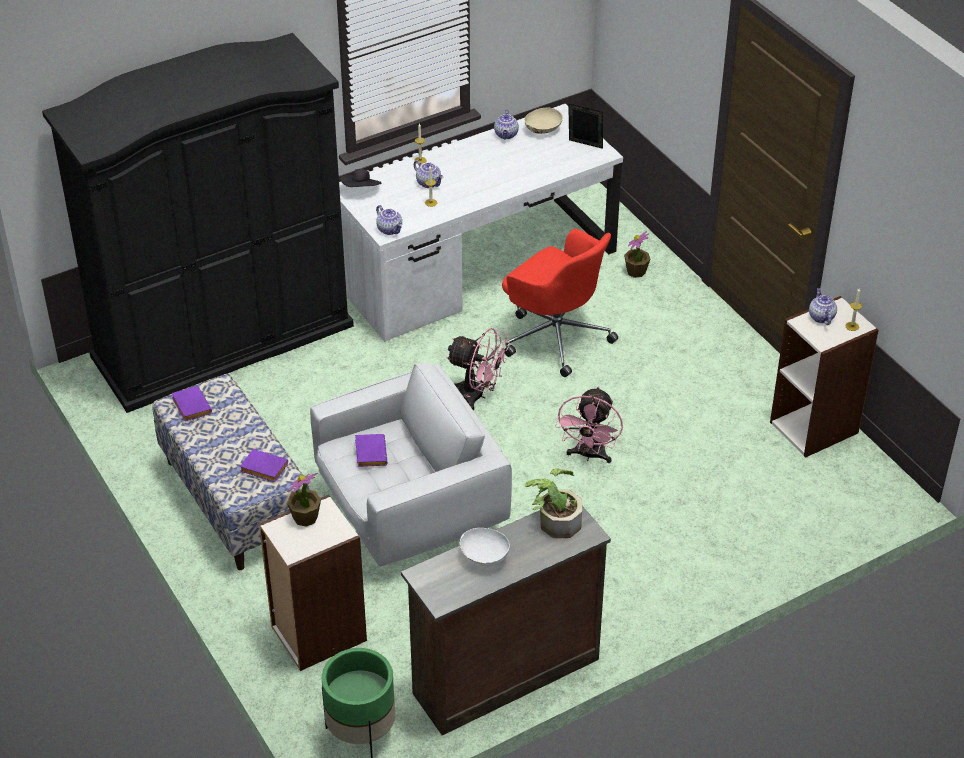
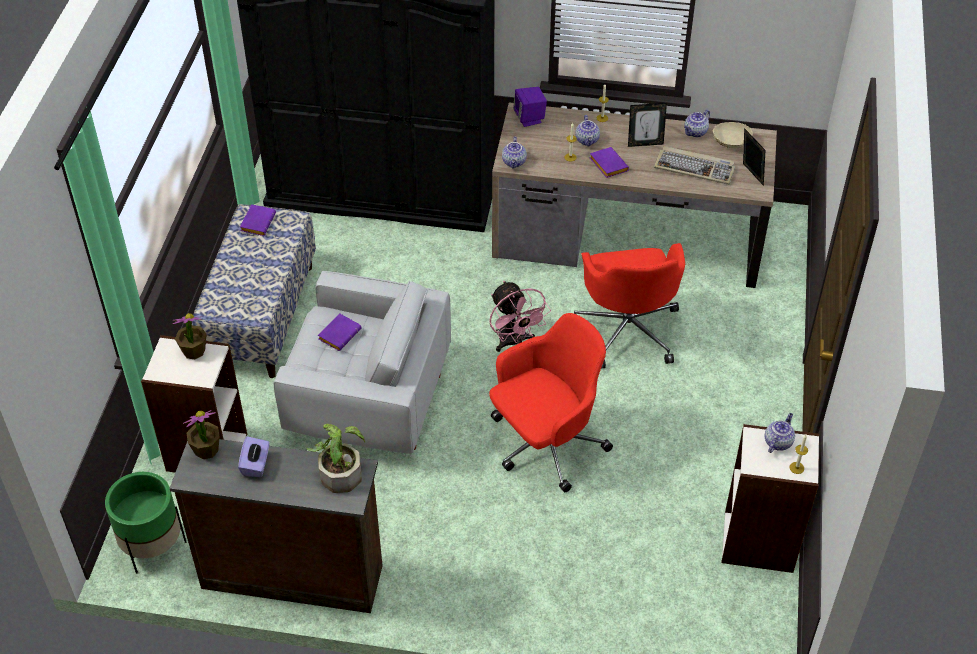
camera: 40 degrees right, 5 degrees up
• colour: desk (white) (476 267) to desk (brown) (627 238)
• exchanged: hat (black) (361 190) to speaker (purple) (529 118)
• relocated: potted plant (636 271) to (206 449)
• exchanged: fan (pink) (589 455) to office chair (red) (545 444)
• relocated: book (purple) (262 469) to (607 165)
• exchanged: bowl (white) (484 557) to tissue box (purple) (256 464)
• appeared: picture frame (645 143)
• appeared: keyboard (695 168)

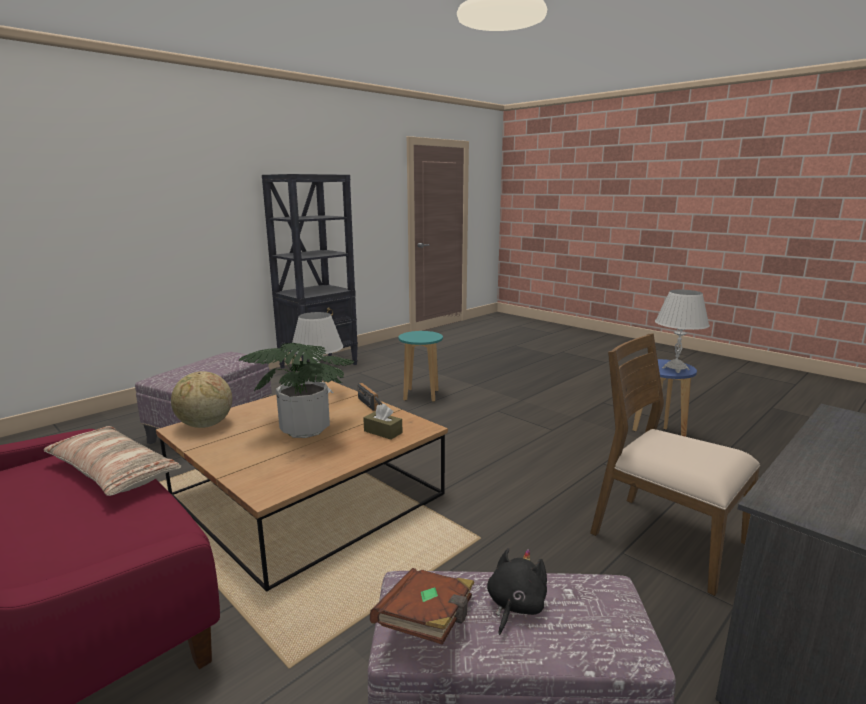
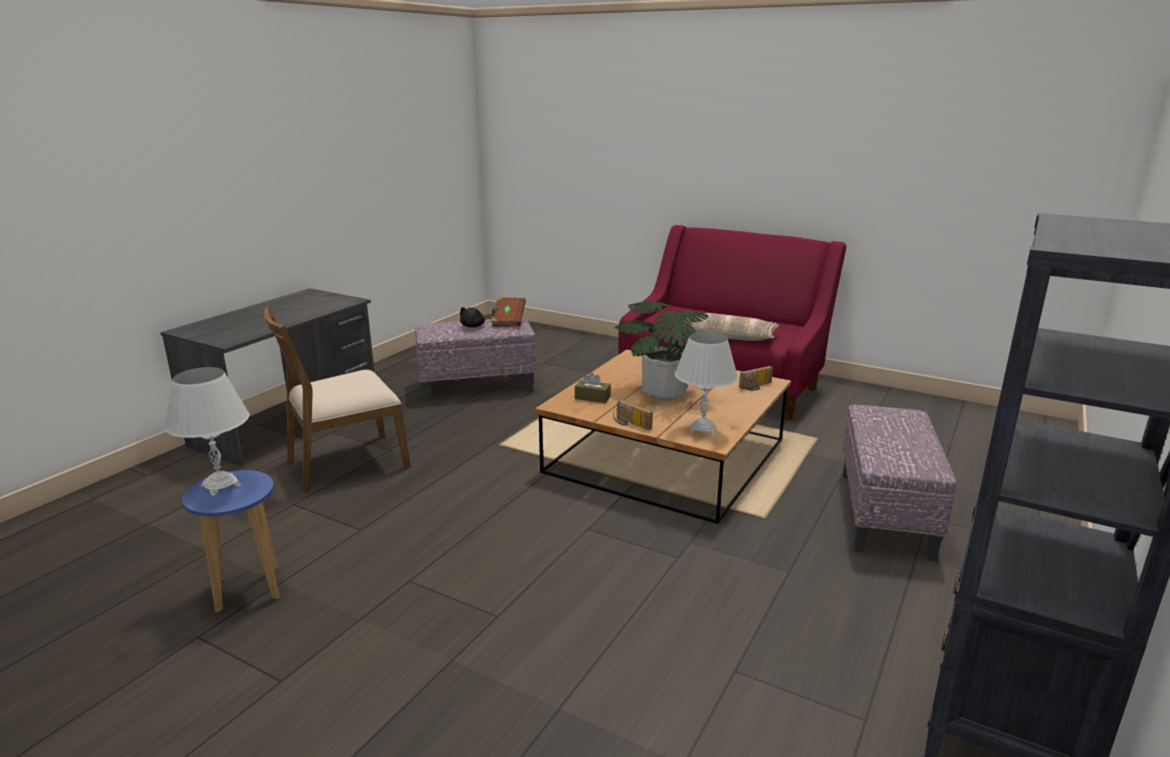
camera: 165 degrees right, 5 degrees up
• missing: stool (turquoise) (421 395)
• spun: chair (brown) (666 538) = (346 462) 120 degrees clockwise
• exchanged: globe (205 425) to radio (756 386)

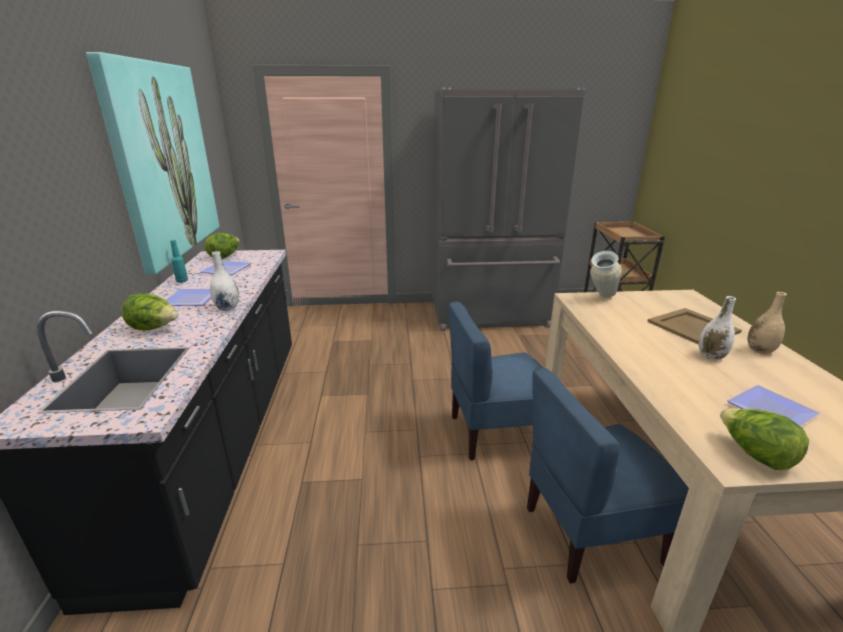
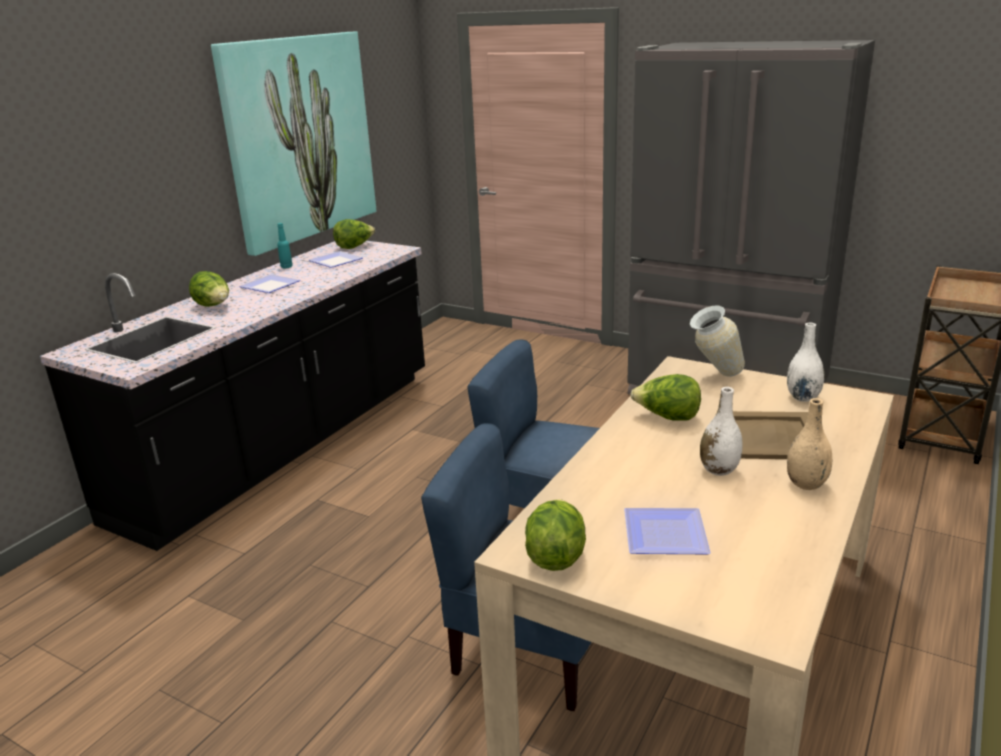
camera: 35 degrees right, 0 degrees up
• relocated: vase (white) (227 308) to (803 397)
• appeared: lettuce (667 417)

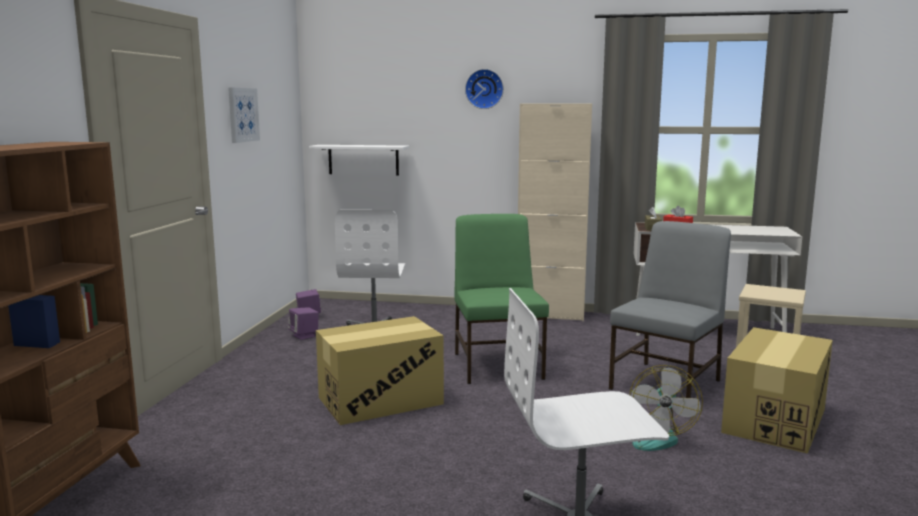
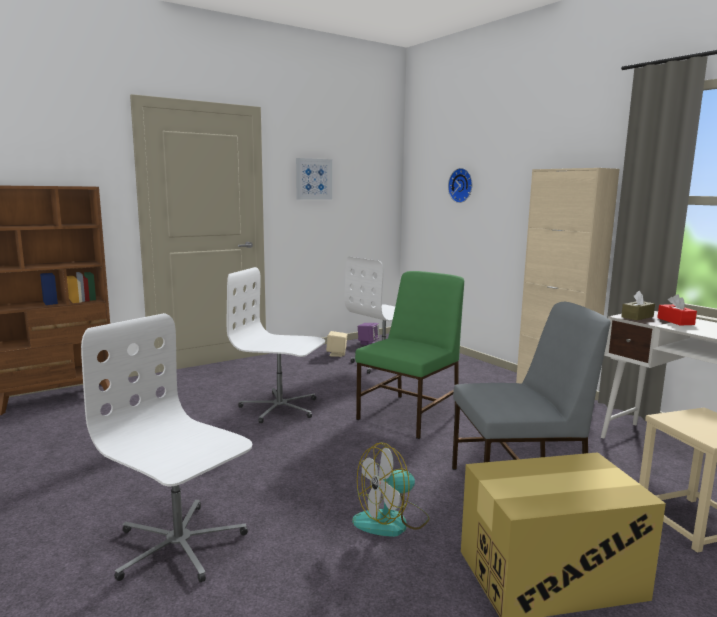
camera: 45 degrees right, 0 degrees up
• relocated: wall clock (484 89) to (462 185)
• missing: shelf (white) (363 160)
• colour: speaker (purple) (304 336) to speaker (beige) (337 354)
• exchanged: cardboard box (380 400) to office chair (white) (280 408)

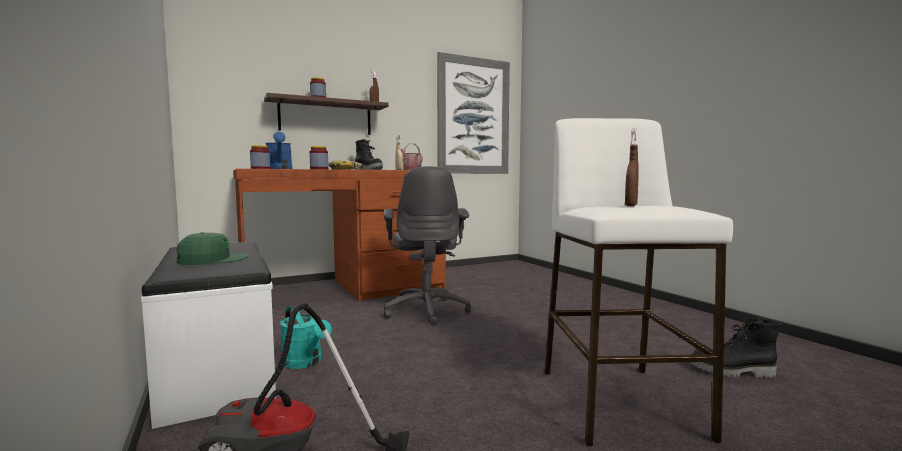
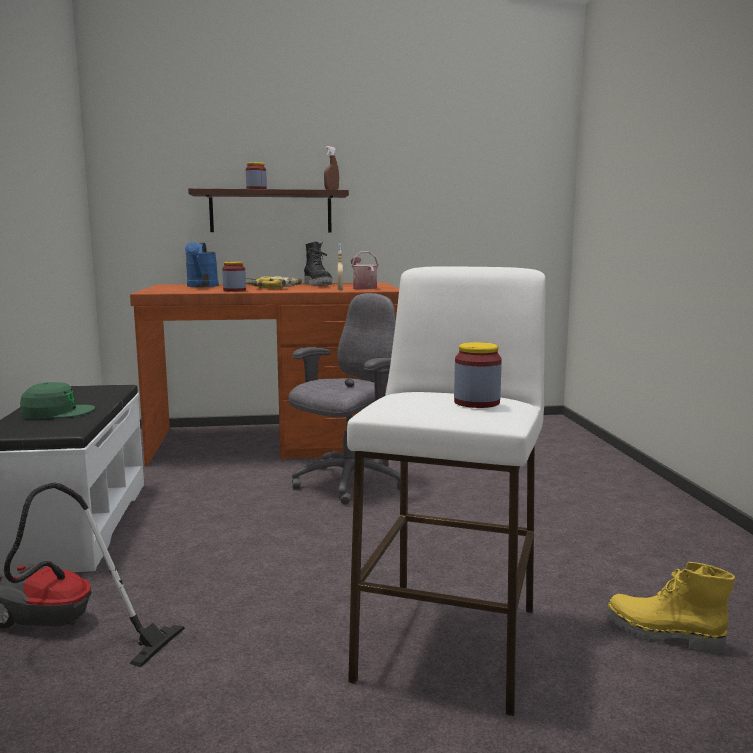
camera: 20 degrees right, 5 degrees up
• missing: picture (474 116)
• missing: spray bottle (brown) (631 205)
• relocated: jar (260 169) to (476 402)
• spun: office chair (grey) (427 310) = (348 483) 150 degrees counterclockwise
• missing: watering can (turquoise) (305 363)
• colour: boot (black) (732 372) to boot (yellow) (662 635)

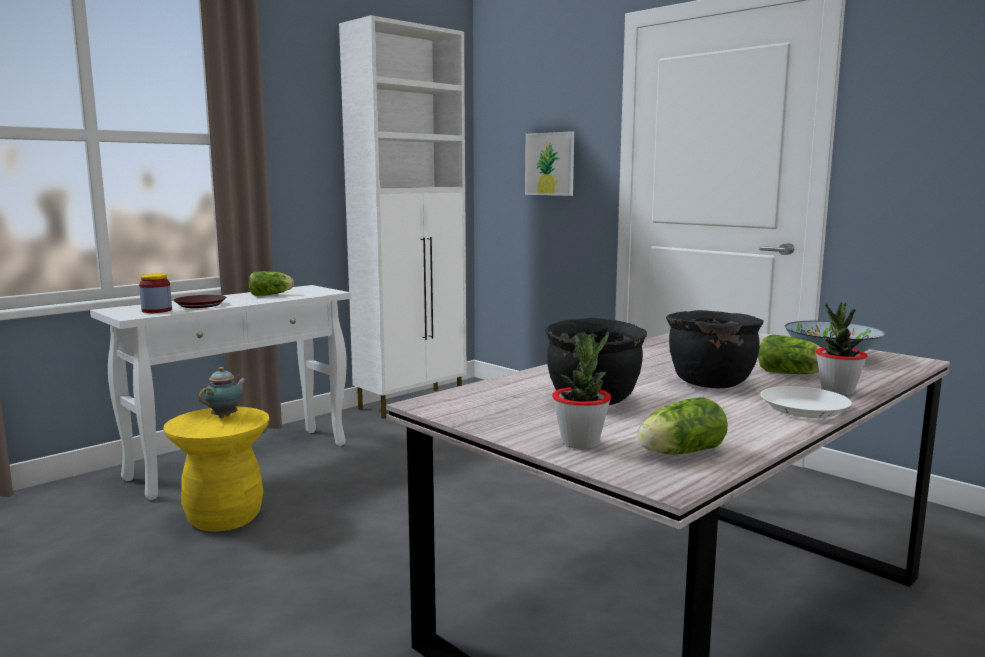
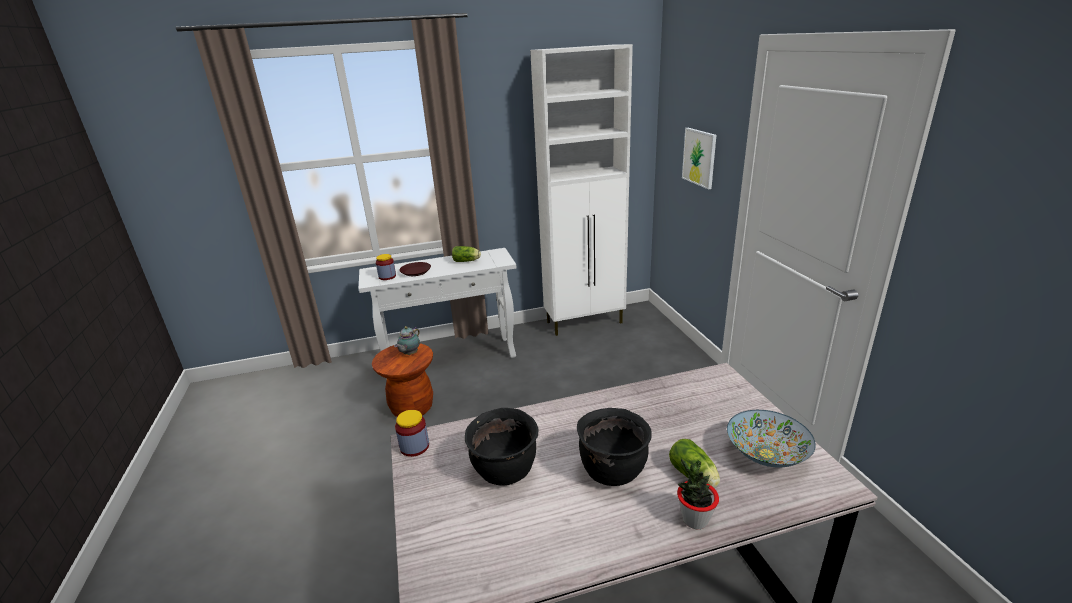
camera: 30 degrees right, 15 degrees up
• missing: potted plant (580 443)
• spun: teapot (226 416) = (409 354) 150 degrees clockwise
• missing: plate (white) (803 408)
• missing: lettuce (678 453)
• colour: stool (yellow) (224 518) to stool (brown) (412 408)
• appeared: jar (414 446)

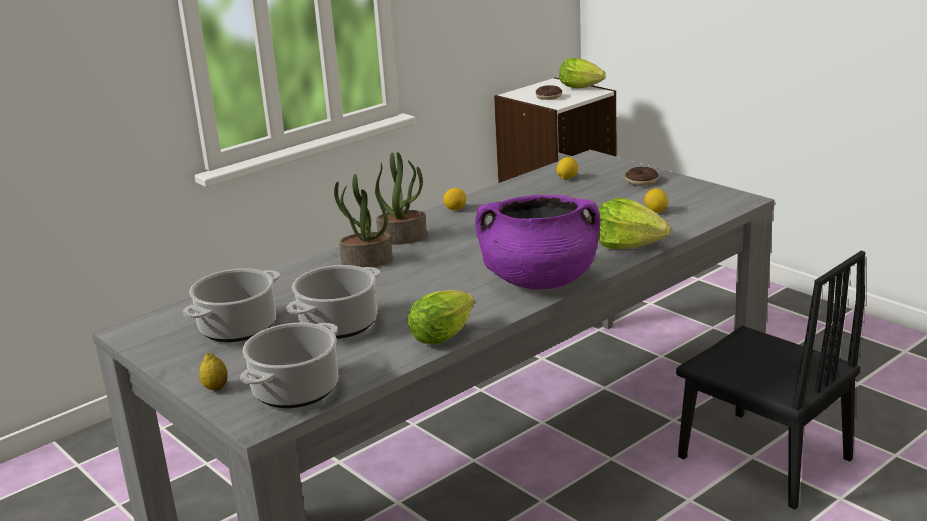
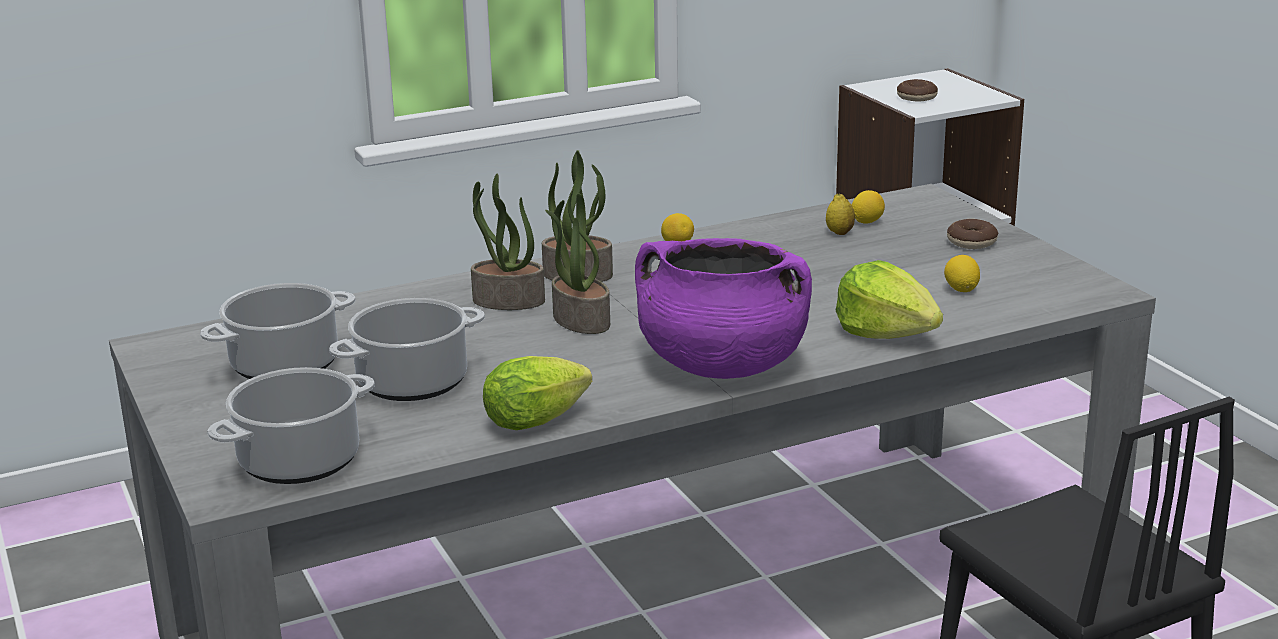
camera: 15 degrees right, 0 degrees up
• missing: lettuce (583 88)
• relocated: lemon (215 388) to (839 233)
• appeared: potted plant (579 320)

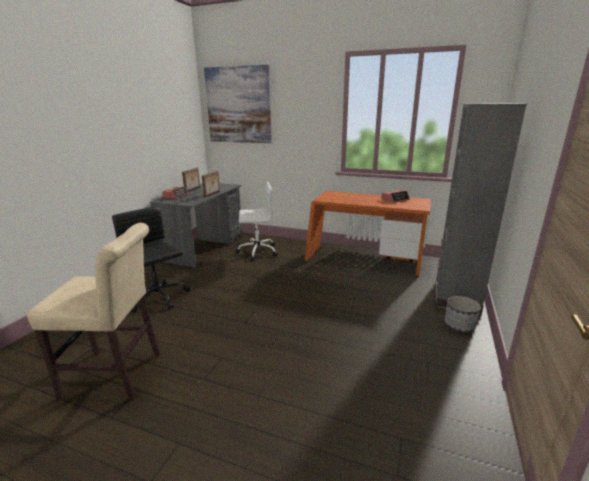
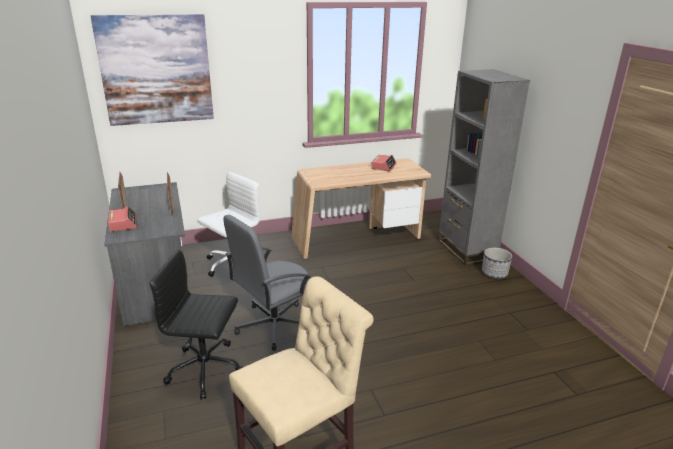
camera: 40 degrees left, 5 degrees up
• colour: desk (orange) (363 261) to desk (beige) (357 239)
• appeared: office chair (grey) (273 325)

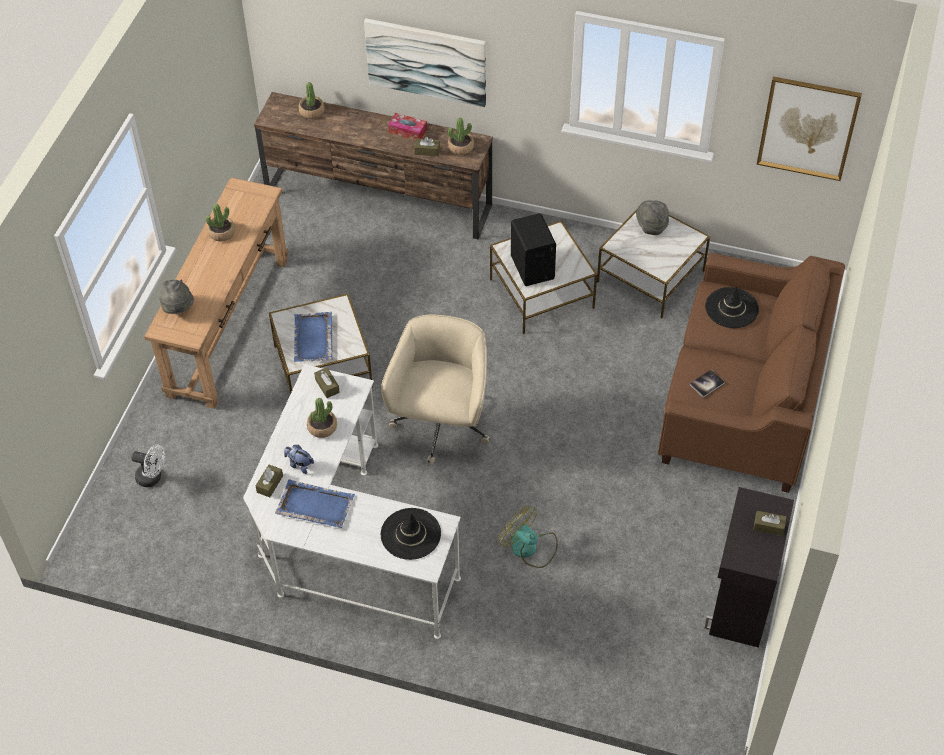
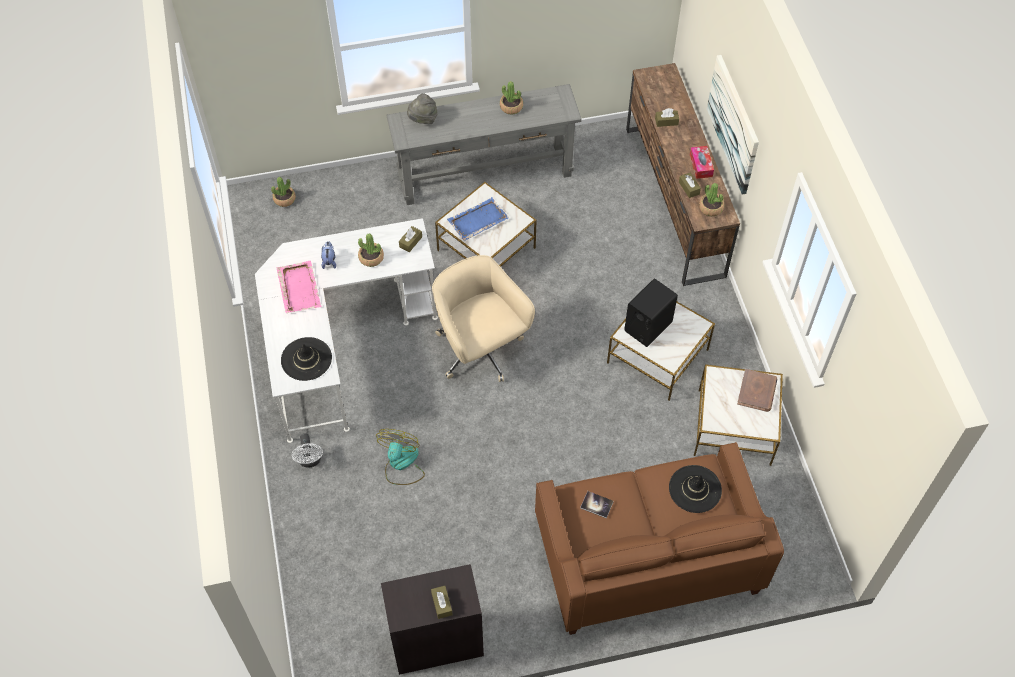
camera: 60 degrees right, 5 degrees up
• missing: picture (808 128)
• relocated: potted plant (311 111) to (284 199)
• colour: console table (brown) (229 326) to console table (grey) (485 174)
• exchanged: hat (grey) (651 226) to book (brown) (757 392)
• spun: office chair (beige) (441 425) = (480 351) 105 degrees counterclockwise
• relocated: fan (white) (152 478) to (310 461)
• relocated: tissue box (brown) (270 484) to (666 121)
• colour: tray (blue) (314 505) to tray (pink) (299 288)

